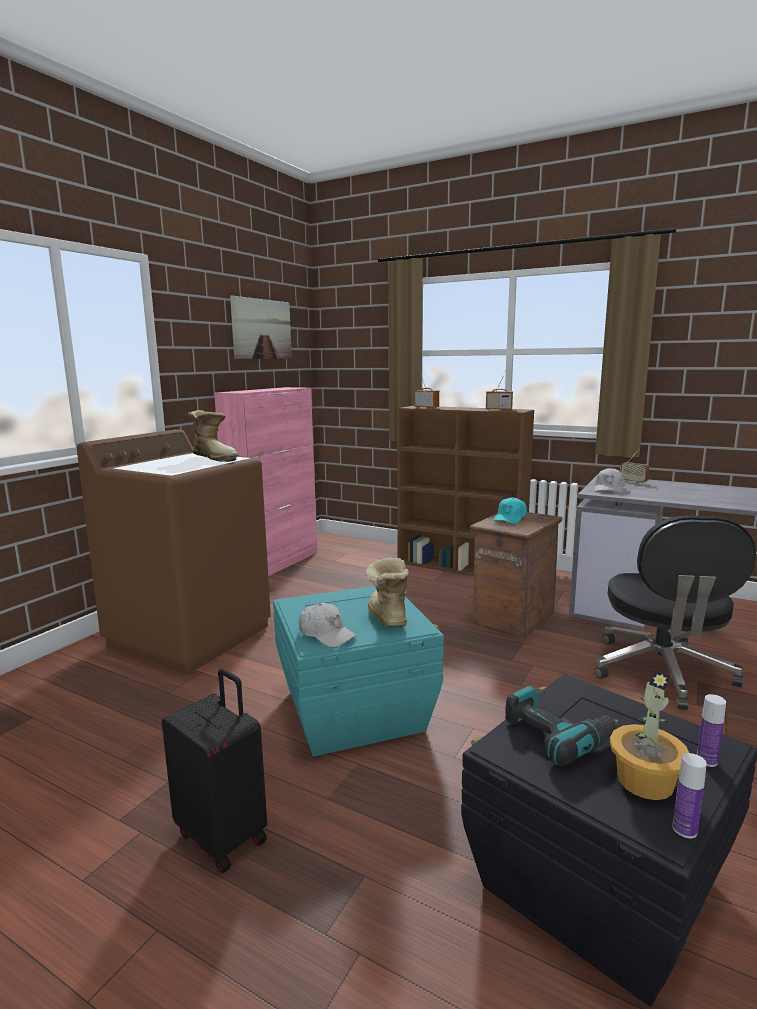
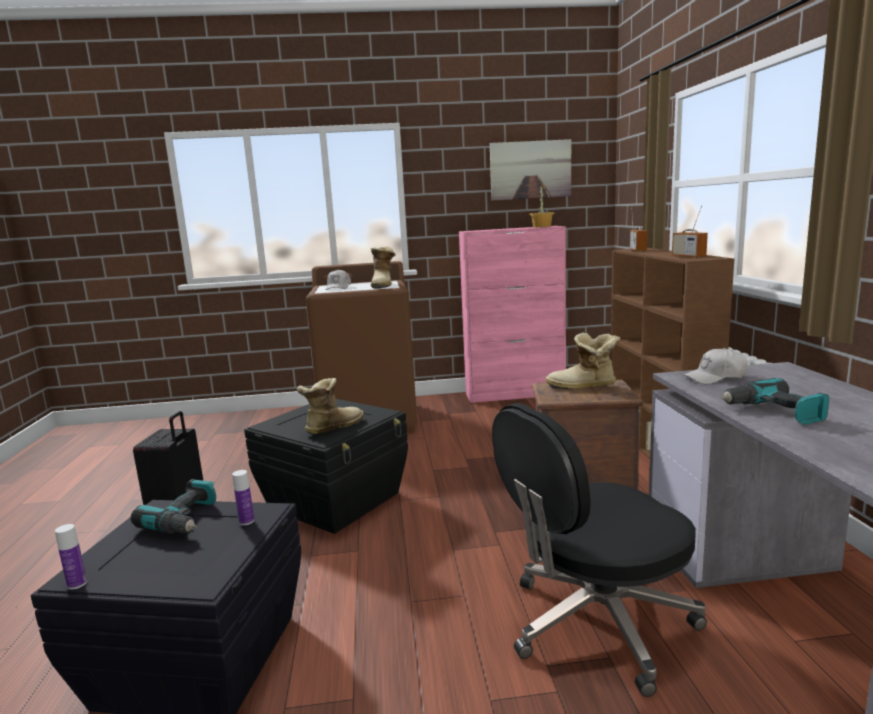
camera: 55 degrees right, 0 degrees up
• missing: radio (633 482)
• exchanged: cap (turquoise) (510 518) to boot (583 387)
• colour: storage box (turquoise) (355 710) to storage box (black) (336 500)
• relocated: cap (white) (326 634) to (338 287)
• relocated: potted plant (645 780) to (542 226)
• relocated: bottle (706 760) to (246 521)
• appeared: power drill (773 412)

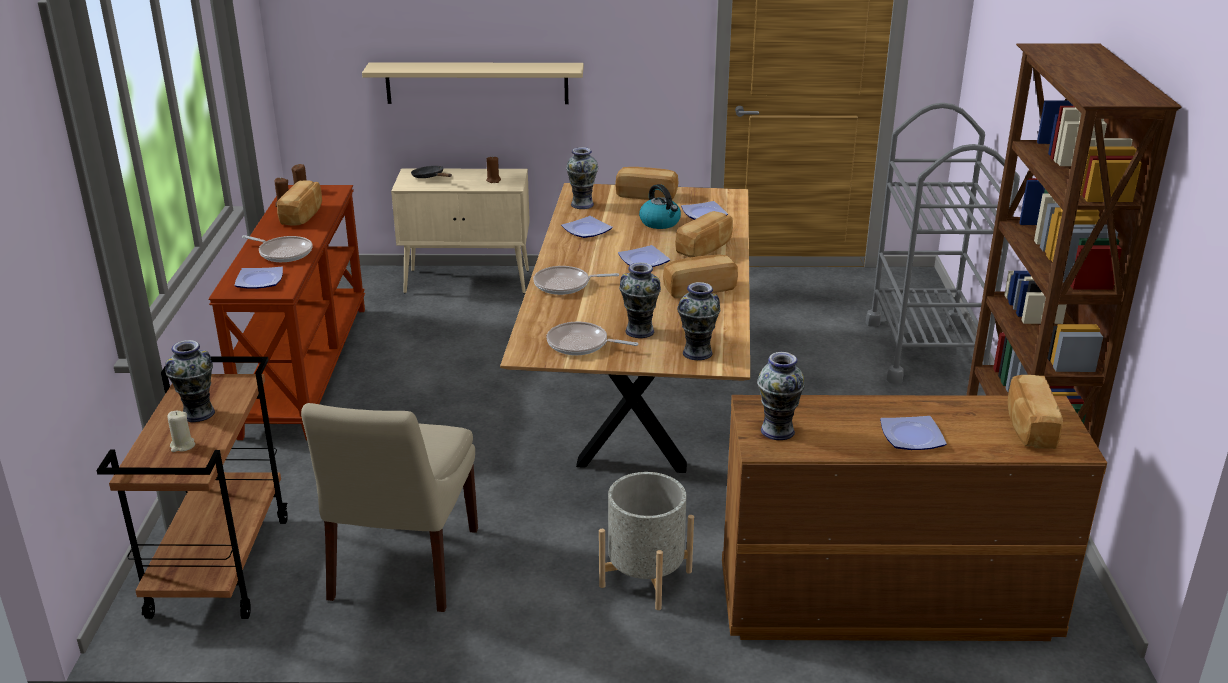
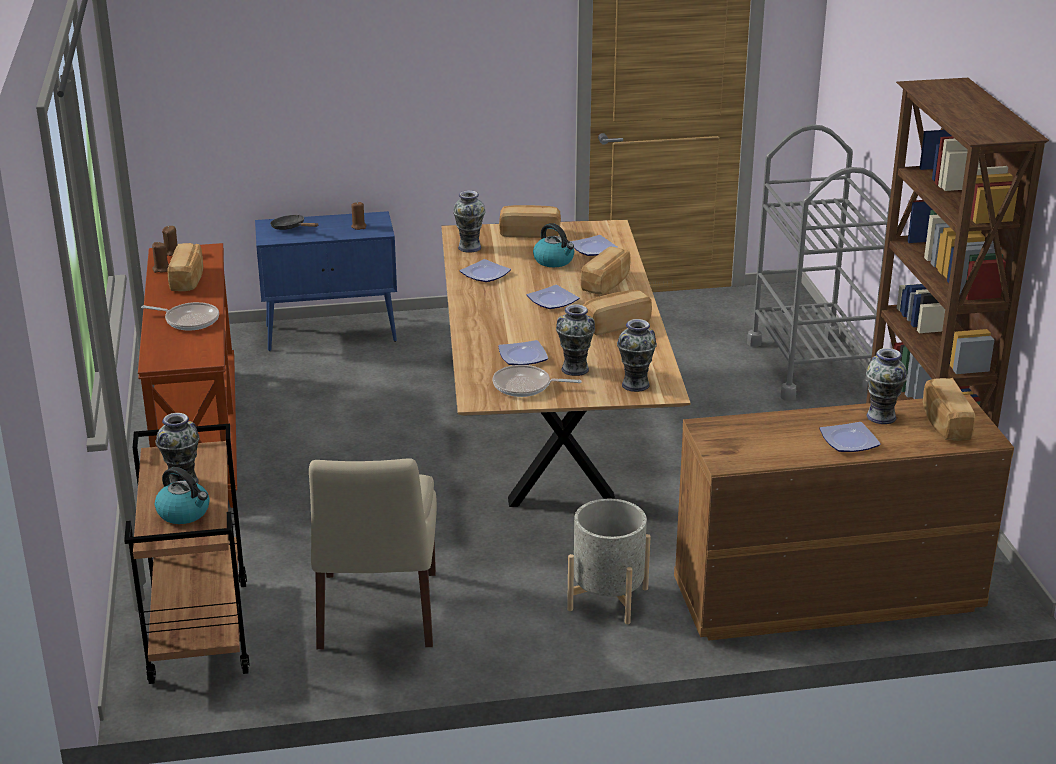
camera: 10 degrees left, 0 degrees up
• missing: shelf (beige) (477 83)
• colour: cabinet (beige) (468 281) to cabinet (blue) (332 333)
• missing: frying pan (565 285)
• relocated: plate (258 281) to (522 357)
• relocated: vase (778 430) to (881 416)
• exchanged: candle (beige) (182 446) to kettle (184 513)

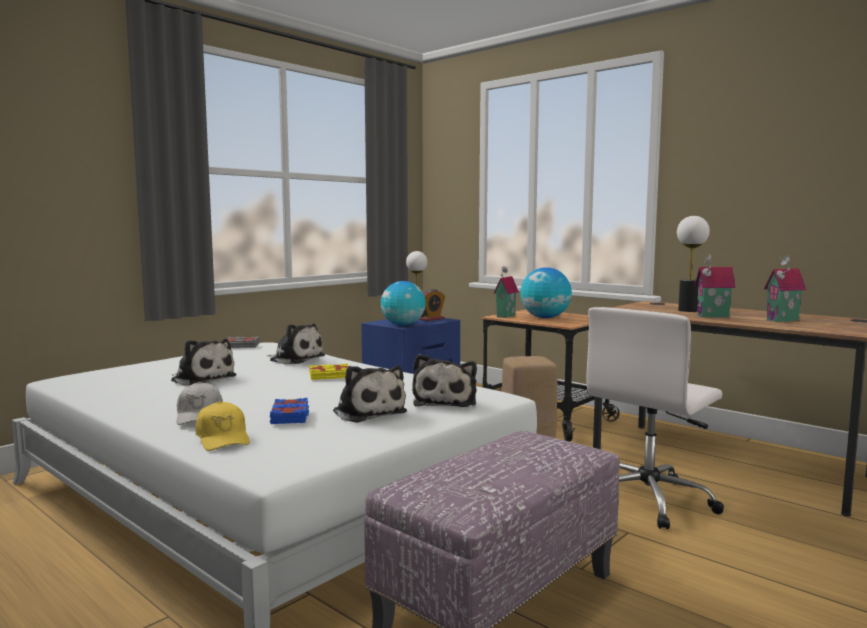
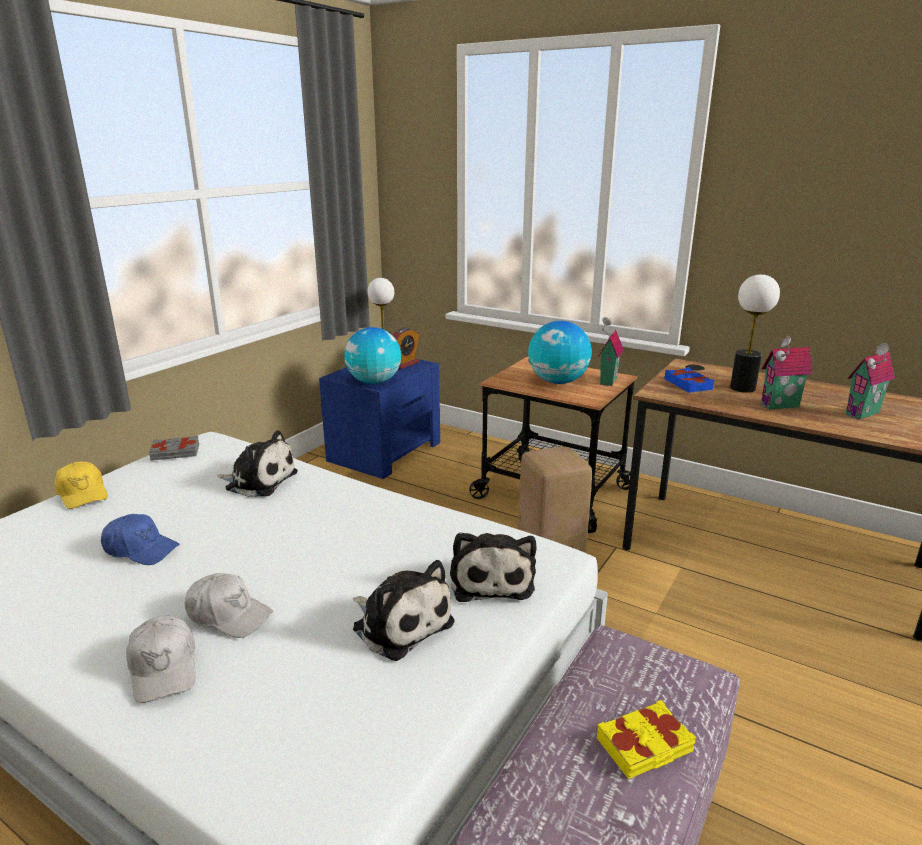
camera: 10 degrees left, 15 degrees up
• relocated: toy house (504 316) to (606 380)
• missing: office chair (white) (649 499)
• exchanged: plush toy (202 379) to cap (blue) (140 549)
• relocated: book (yellow) (330 376) to (645 746)
• relocated: book (blue) (290 416) to (688 384)
• relocated: cap (yellow) (223 439) to (83 493)
• appeared: cap (white) (228 615)

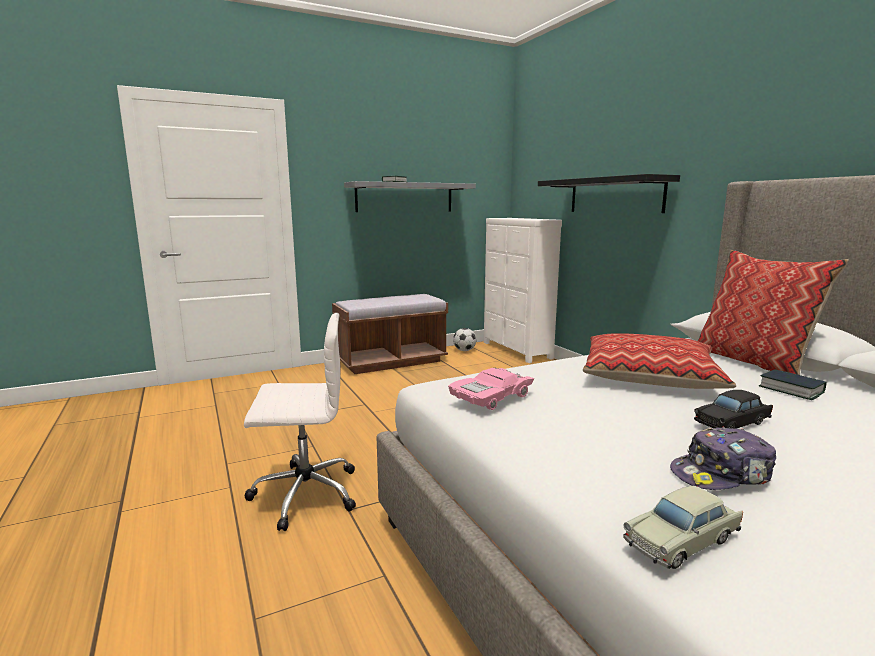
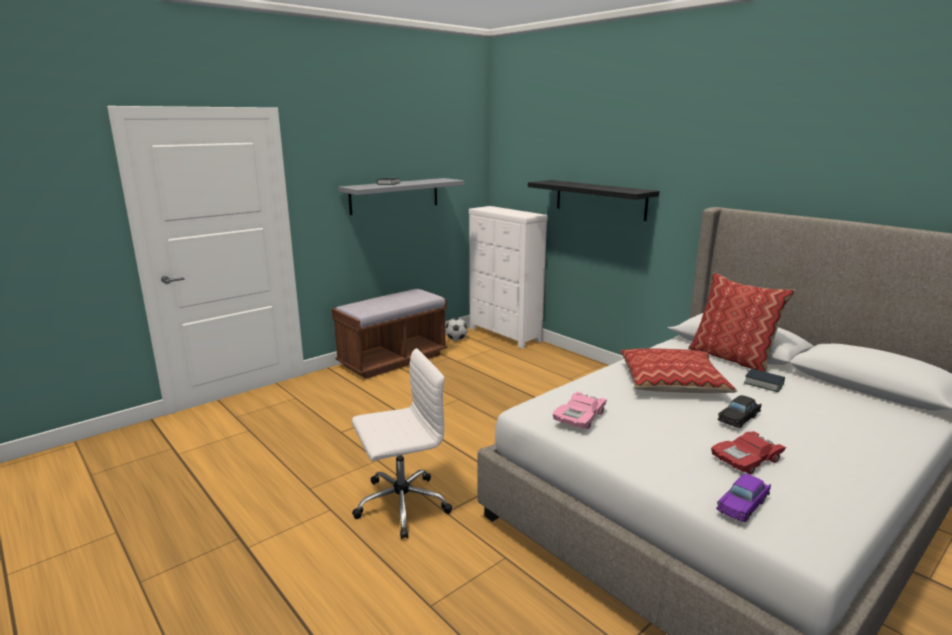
camera: 15 degrees left, 5 degrees up
• exchanged: cap (722 474) to toy car (red) (746 459)
• colour: toy car (beige) (682 540) to toy car (purple) (743 505)

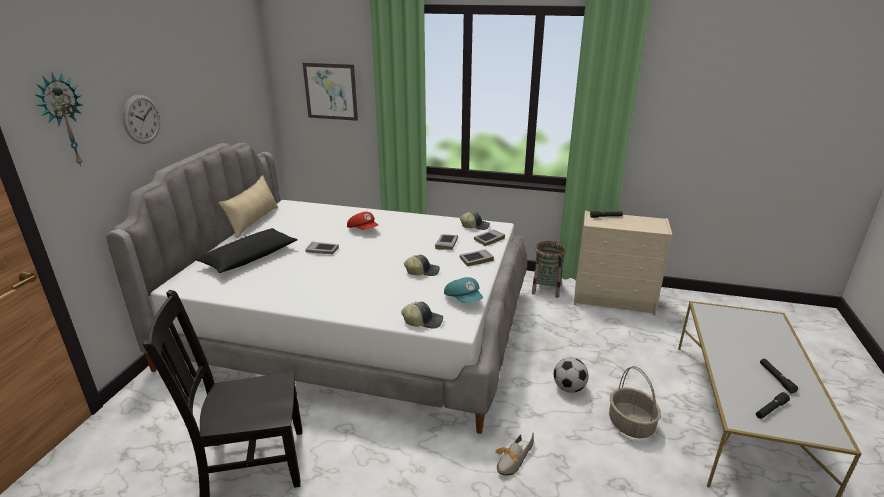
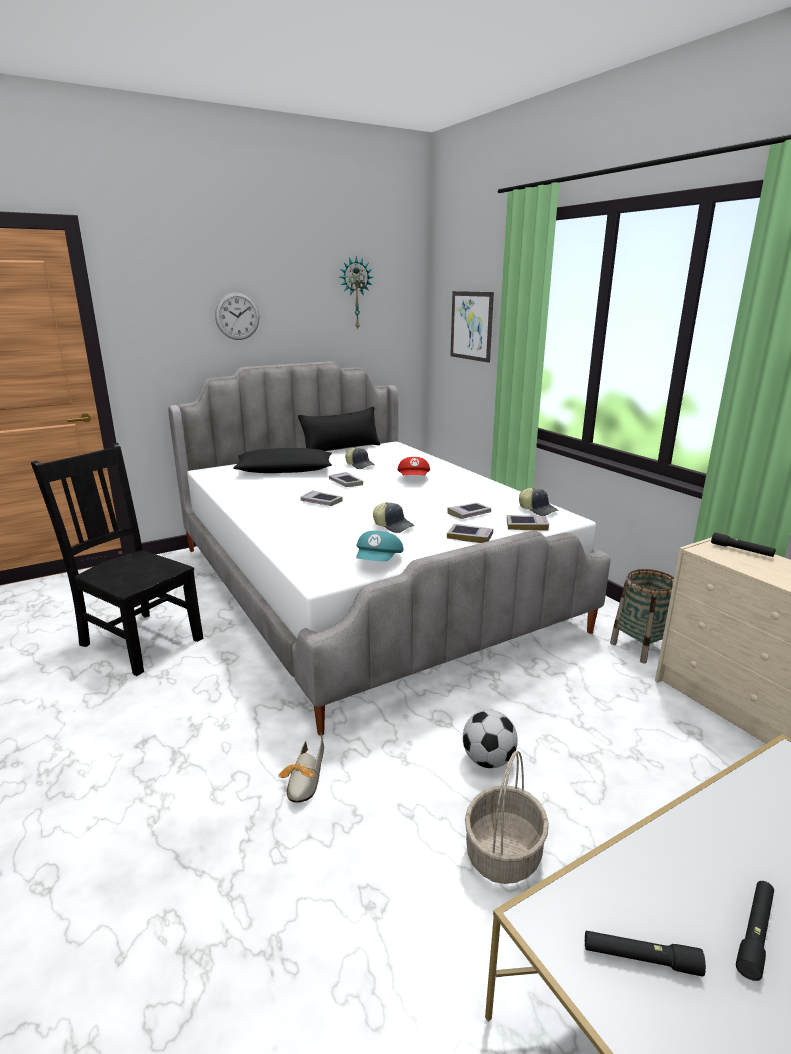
camera: 45 degrees right, 5 degrees down
• relocated: wall clock (63 121) to (355 293)
• colour: pillow (beige) (253 221) to pillow (black) (341 449)
• relocated: cap (423 321) to (360 465)
• spun: shoe (512 461) = (304 780) 75 degrees counterclockwise
• appeared: book (321 502)

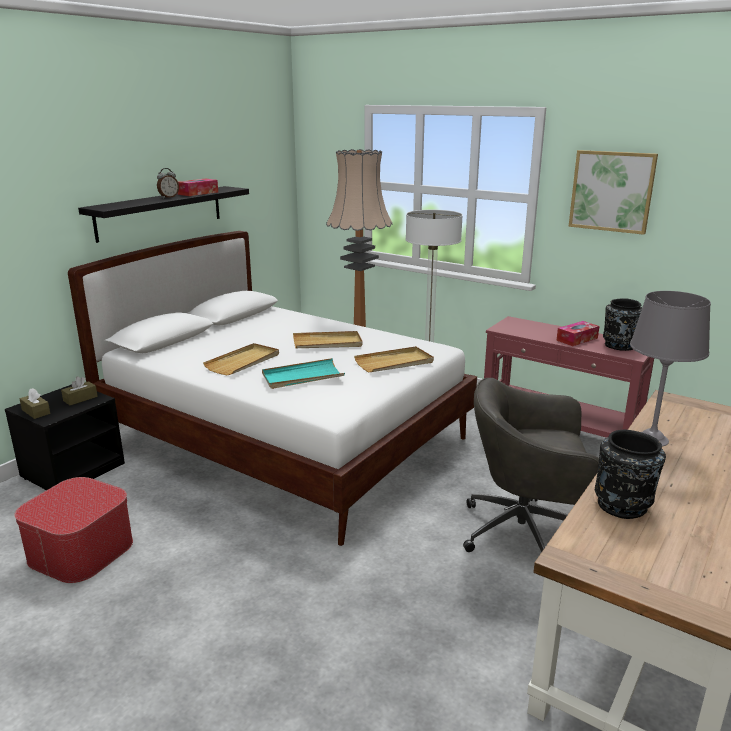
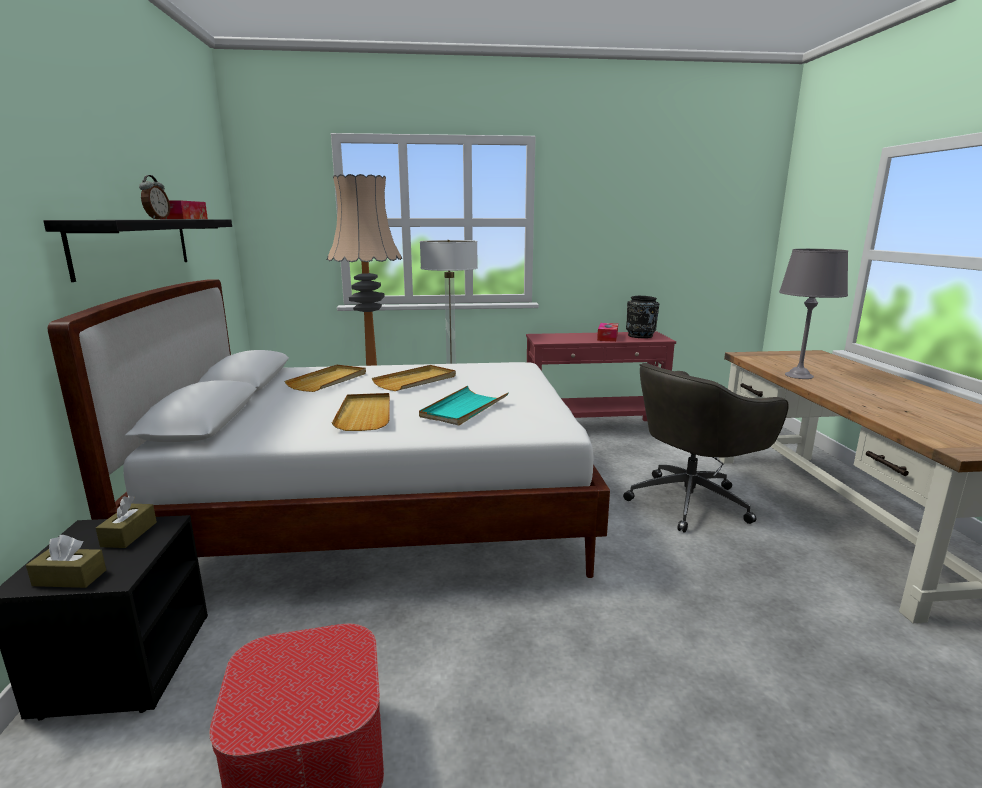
camera: 40 degrees left, 5 degrees down
• missing: picture (611 191)
• relocated: tray (beige) (394 362) to (328 380)
• missing: vase (black) (623 506)

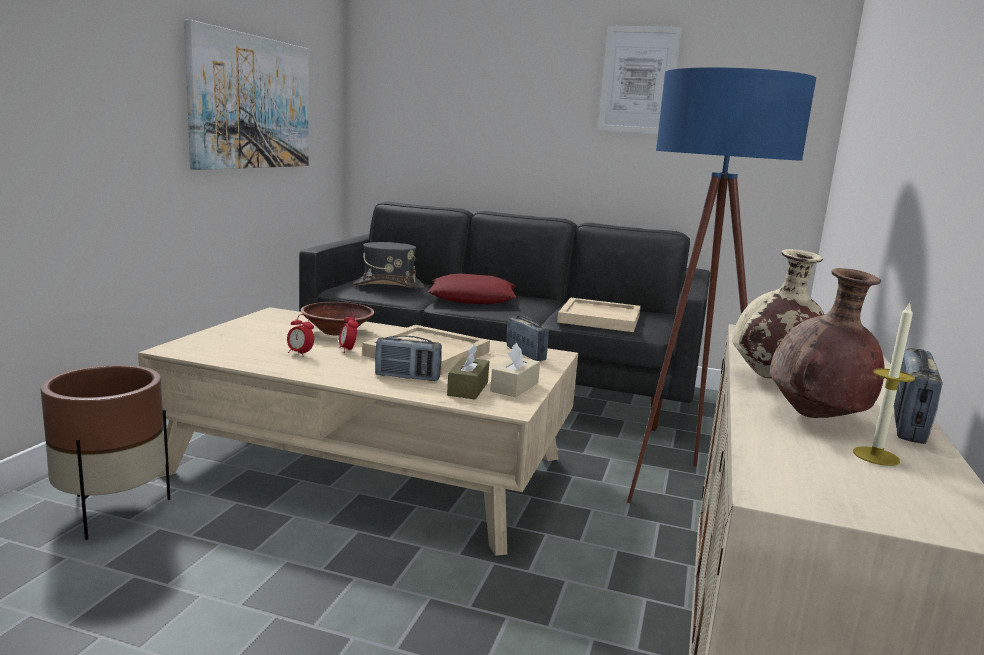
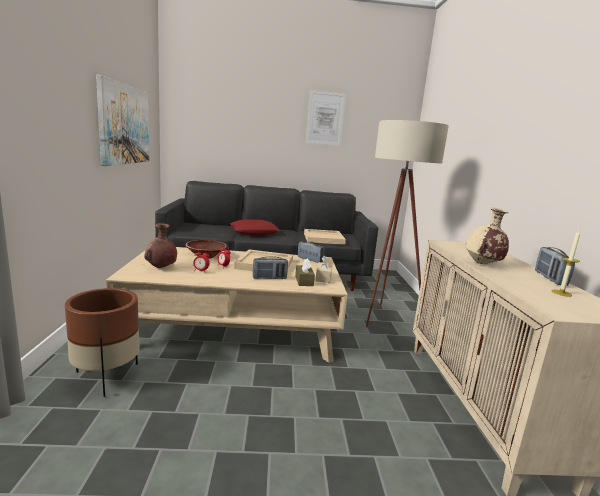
camera: 20 degrees left, 0 degrees up
• colour: floor lamp (blue) (680 496) to floor lamp (beige) (384 320)
• missing: hat (grey) (388 286)
• relocated: vase (brown) (816 418) to (160 268)

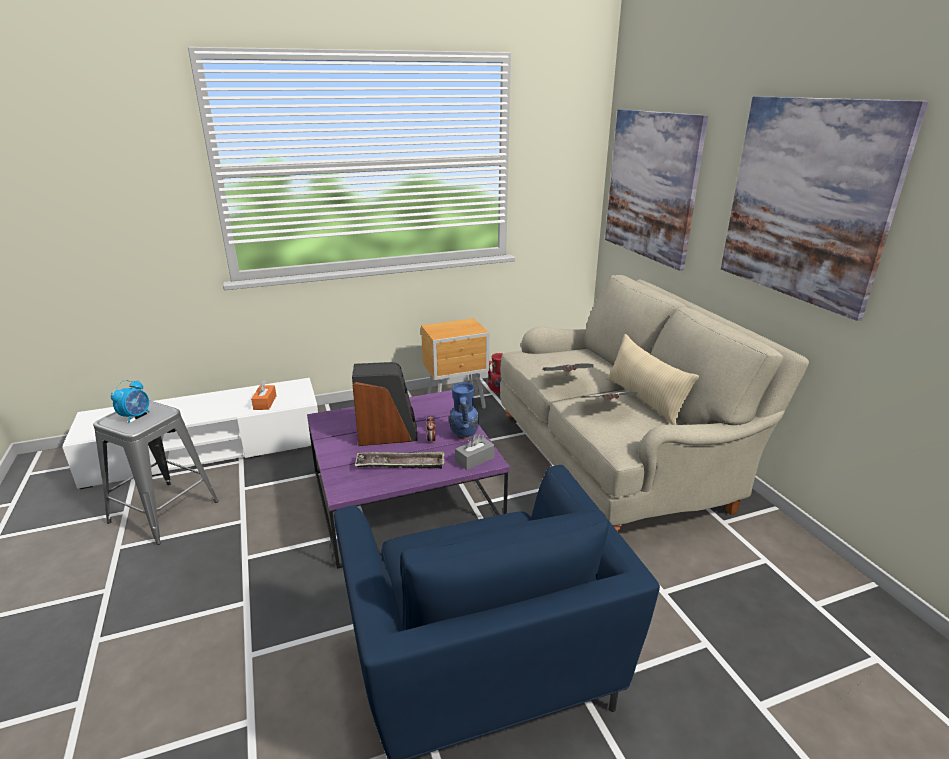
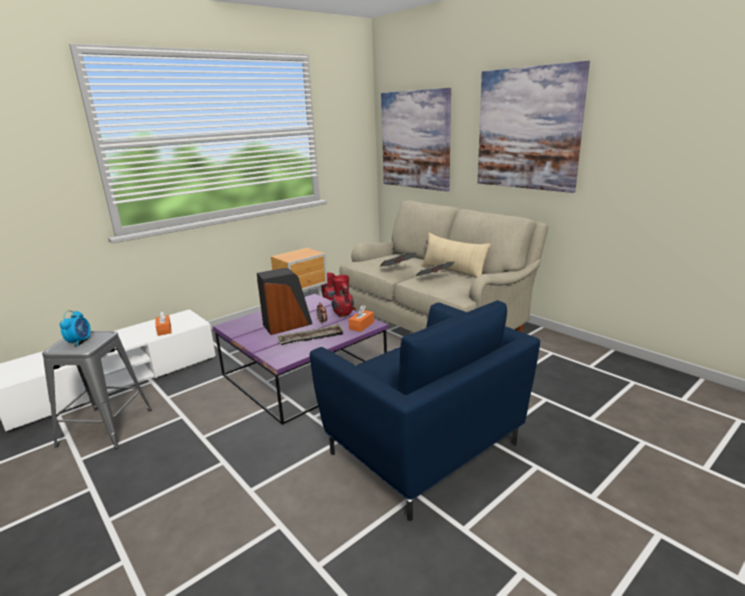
camera: 20 degrees left, 5 degrees down
• colour: vase (blue) (463 435) to vase (red) (343 315)
• colour: tissue box (grey) (474 459) to tissue box (orange) (361 325)

